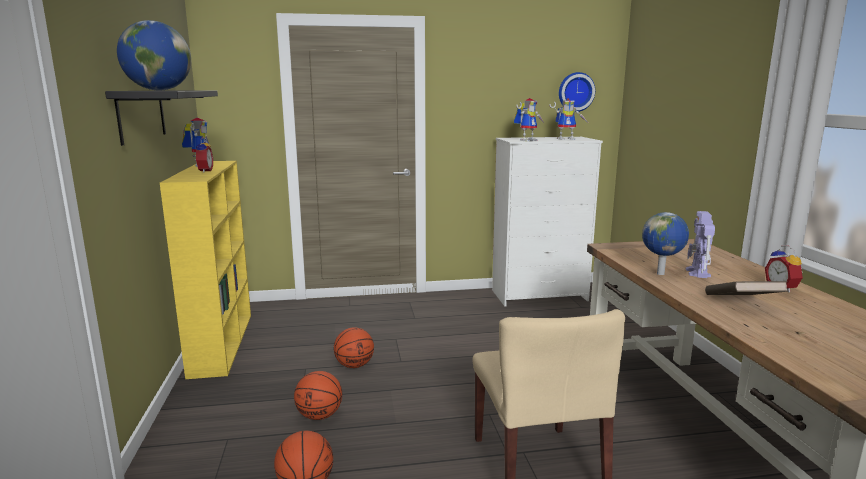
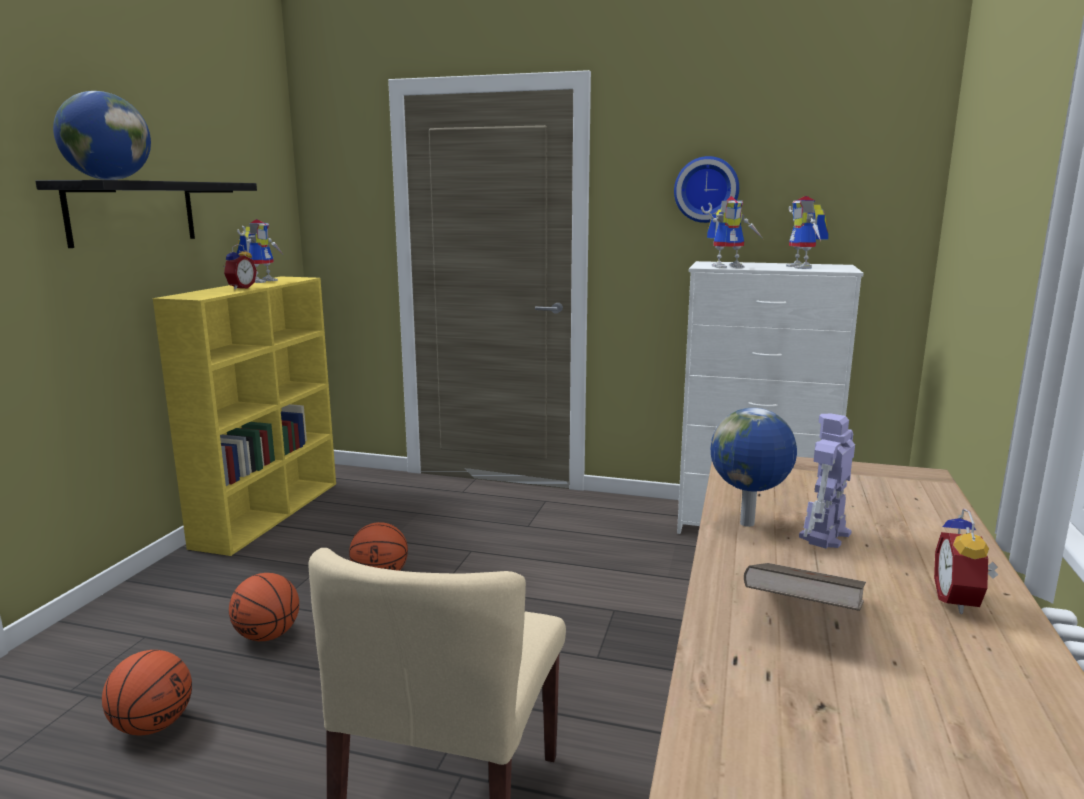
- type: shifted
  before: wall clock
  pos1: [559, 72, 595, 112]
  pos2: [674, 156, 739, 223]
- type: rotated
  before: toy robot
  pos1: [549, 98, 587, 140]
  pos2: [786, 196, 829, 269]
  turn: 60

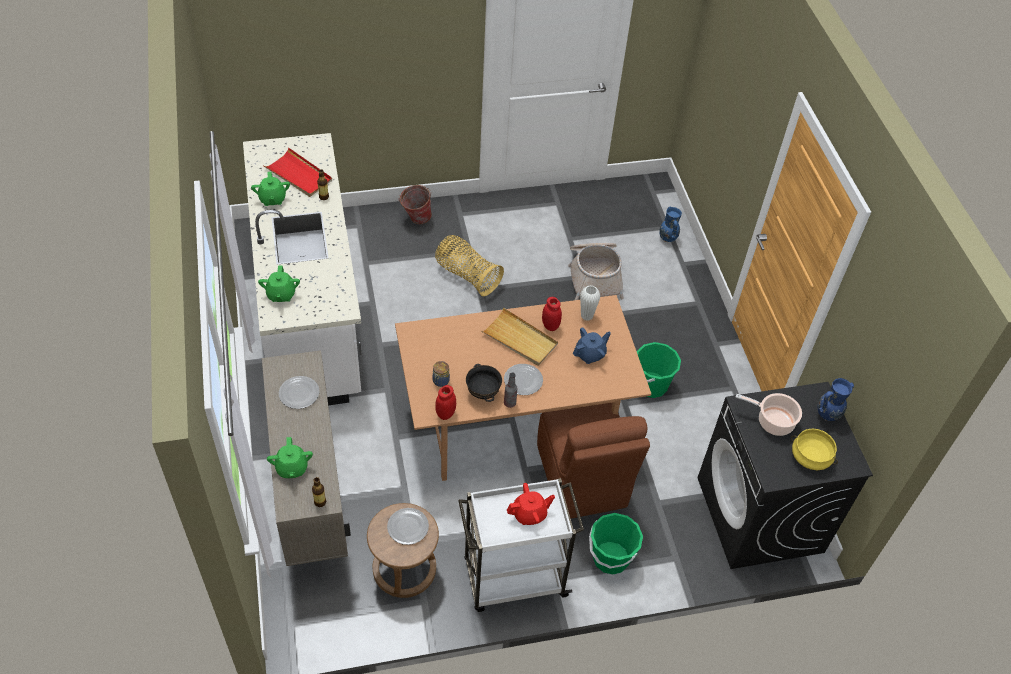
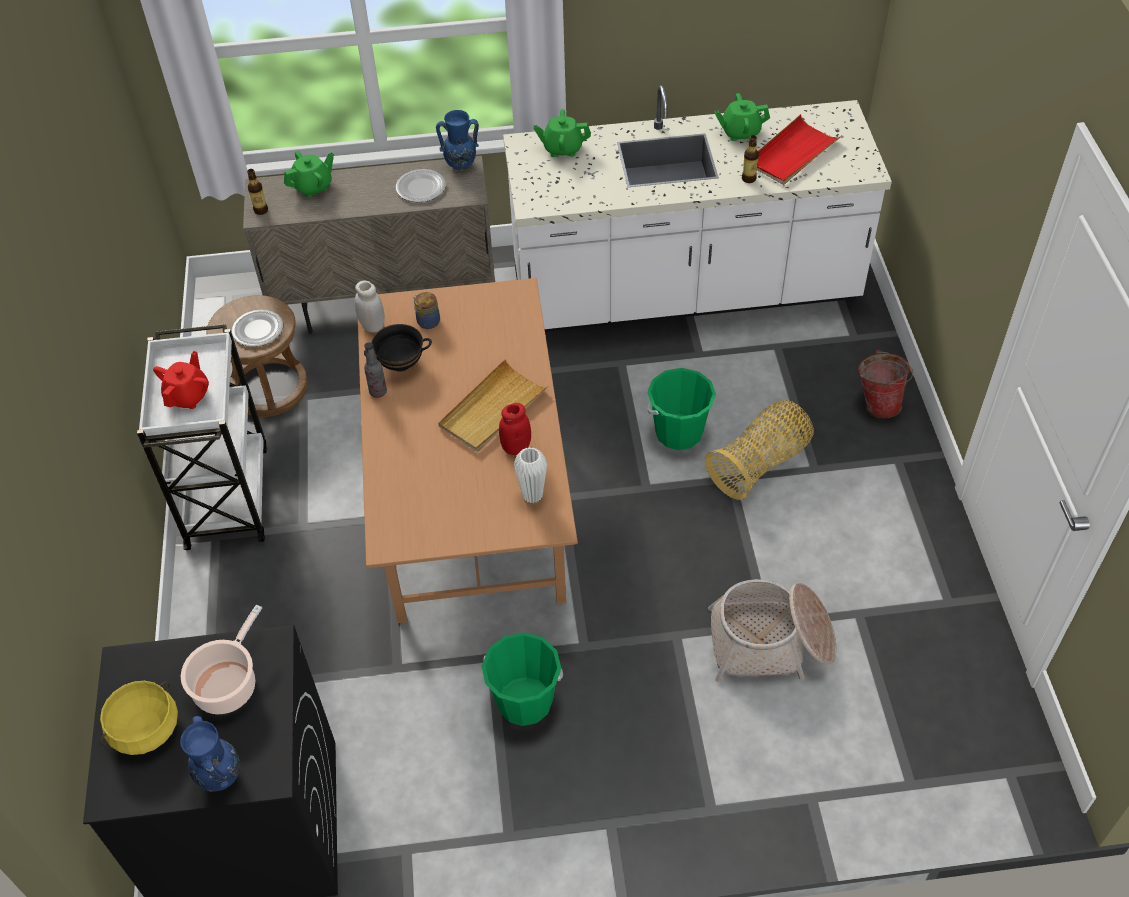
- type: shifted
  before: vase (blue)
  pos1: [659, 207, 682, 242]
  pos2: [436, 110, 479, 171]
- type: gone
  before: teapot (blue)
  pos1: [573, 327, 611, 364]
- type: gone
  before: plate
  pos1: [504, 364, 543, 395]
- type: repainted
  before: jar (red)
  after: jar (white)
  pos1: [435, 385, 456, 420]
  pos2: [354, 281, 385, 332]
- type: gone
  before: chair (brown)
  pos1: [537, 403, 650, 519]
- type: rotated
  before: teapot (green)
  pos1: [267, 437, 313, 478]
  pos2: [284, 151, 334, 197]
  turn: 150
- type: rotated
  before: teapot (red)
  pos1: [507, 483, 555, 525]
  pos2: [153, 351, 209, 409]
  turn: -150
- type: shifted
  before: bucket (green)
  pos1: [589, 513, 643, 575]
  pos2: [647, 368, 716, 450]

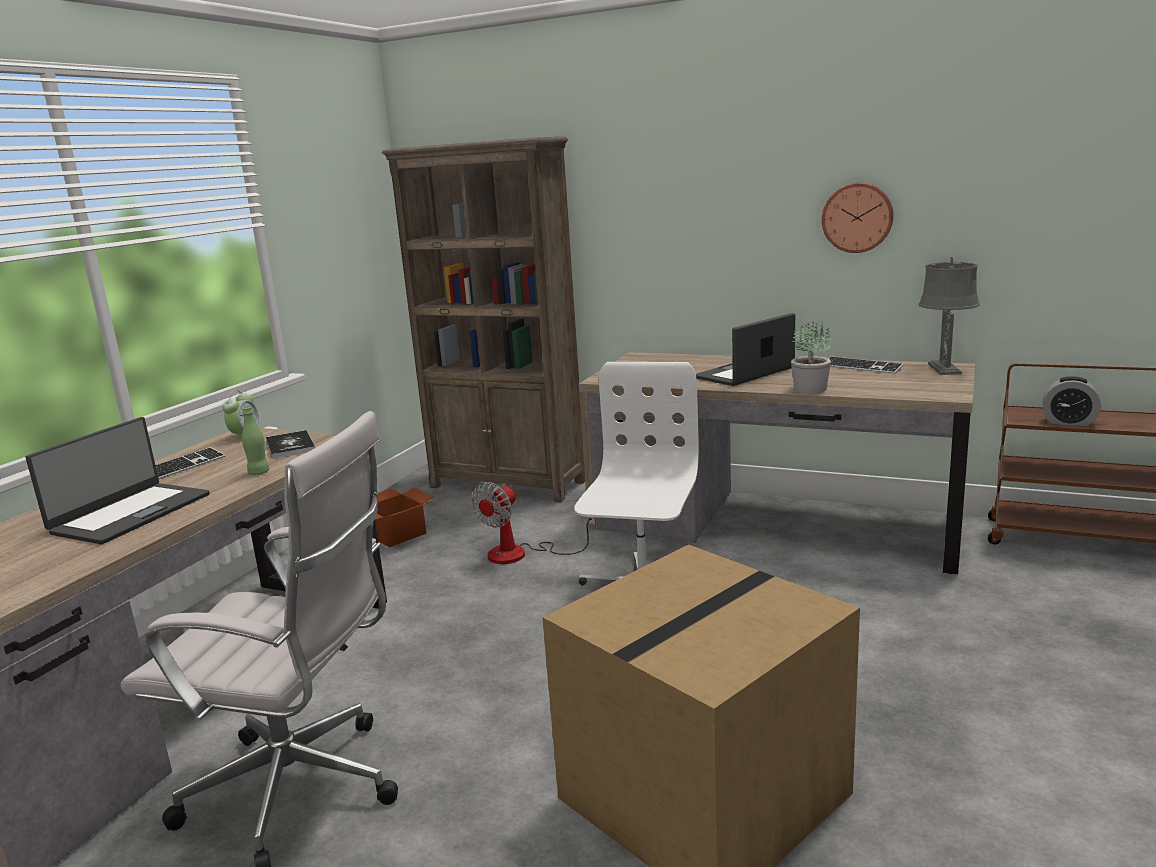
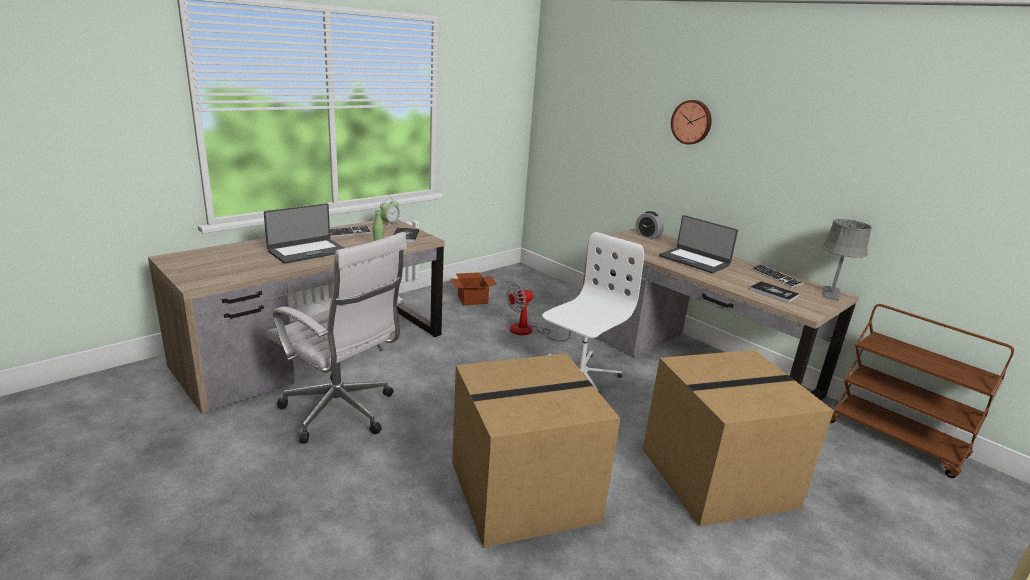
- type: gone
  before: bookcase (brown)
  pos1: [382, 137, 585, 502]
- type: shifted
  before: wall clock
  pos1: [822, 183, 894, 253]
  pos2: [671, 100, 712, 144]
- type: rotated
  before: laptop
  pos1: [696, 313, 795, 386]
  pos2: [659, 215, 738, 273]
  turn: -120
- type: gone
  before: potted plant
  pos1: [791, 322, 831, 394]
- type: shifted
  before: alarm clock
  pos1: [1042, 376, 1101, 426]
  pos2: [636, 211, 664, 239]
- type: new
  after: book
  pos2: [749, 281, 799, 303]
- type: new
  after: cardboard box
  pos2: [642, 350, 834, 527]

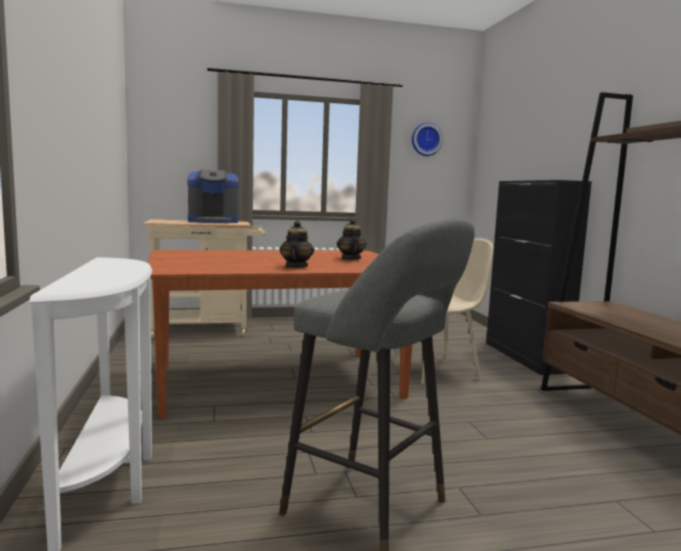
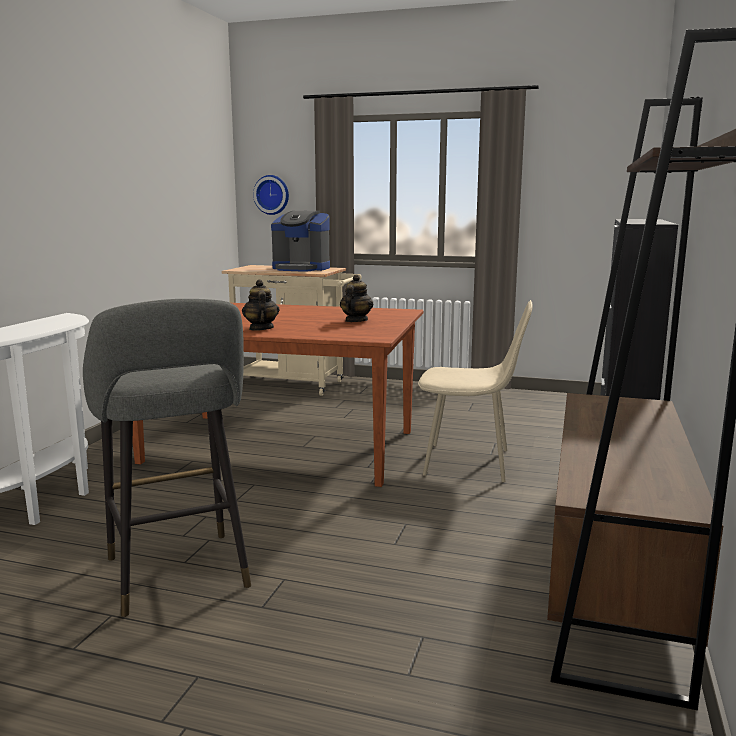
- type: shifted
  before: wall clock
  pos1: [412, 123, 443, 156]
  pos2: [253, 175, 289, 215]
- type: rotated
  before: teapot
  pos1: [280, 220, 314, 268]
  pos2: [242, 279, 280, 331]
  turn: -45

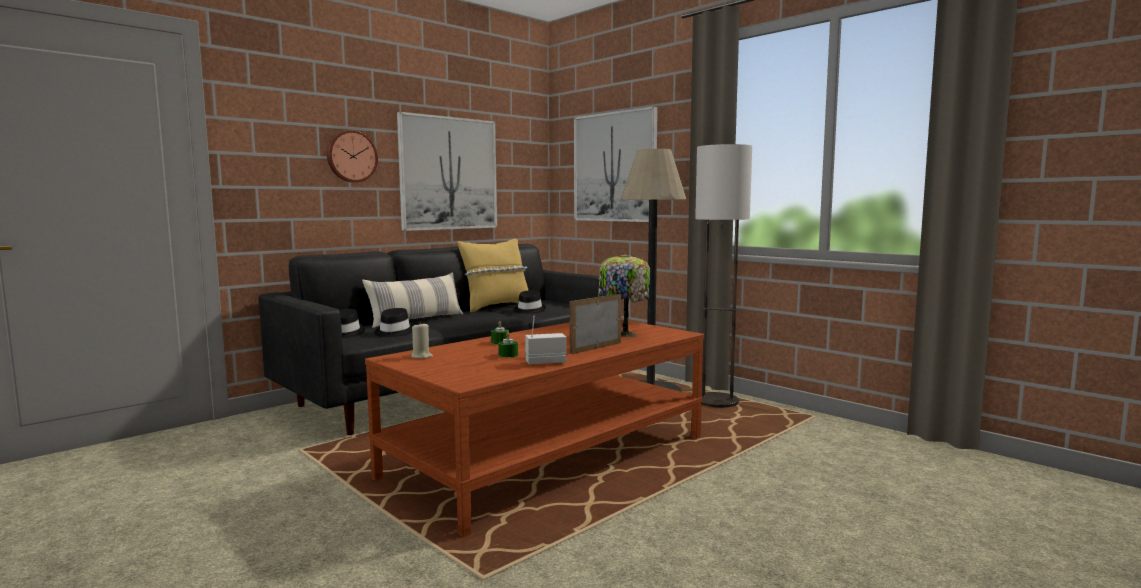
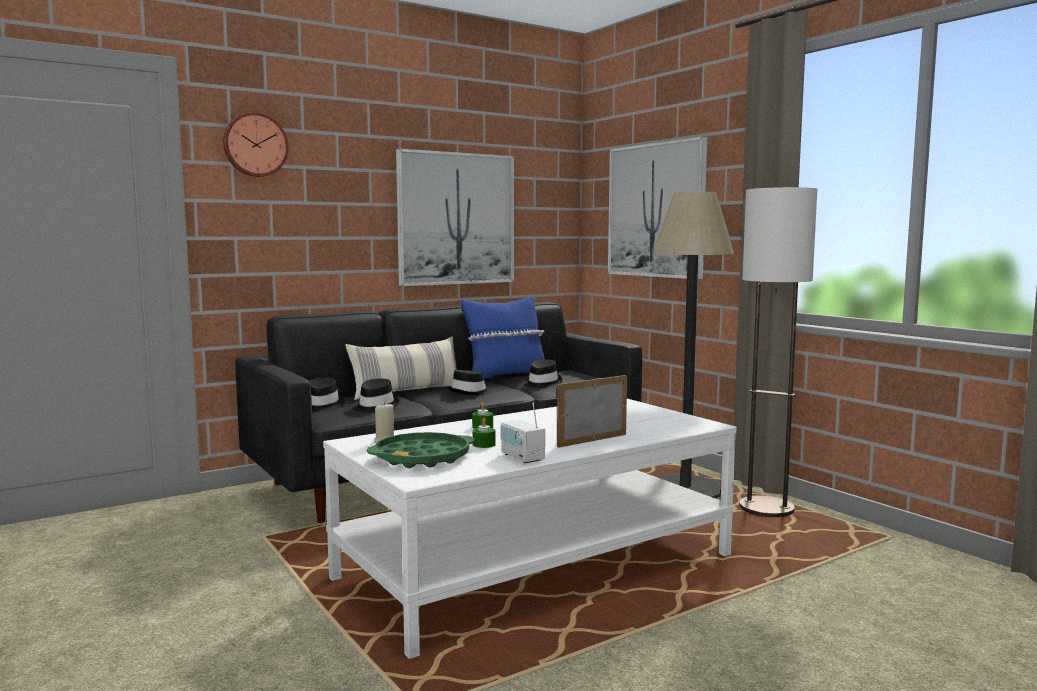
- type: shifted
  before: wall clock
  pos1: [327, 130, 378, 182]
  pos2: [223, 112, 289, 177]
- type: repainted
  before: pillow (yellow)
  after: pillow (blue)
  pos1: [458, 239, 528, 312]
  pos2: [461, 297, 545, 380]
- type: gone
  before: table lamp
  pos1: [598, 254, 650, 337]
- type: rotated
  before: radio
  pos1: [525, 315, 567, 366]
  pos2: [501, 402, 545, 463]
  turn: -120
- type: repainted
  before: coffee table (brown)
  after: coffee table (white)
  pos1: [365, 320, 704, 537]
  pos2: [323, 399, 737, 659]
- type: new
  after: hat (black)
  pos2: [448, 370, 492, 395]
- type: new
  after: tray (green)
  pos2: [366, 432, 475, 468]

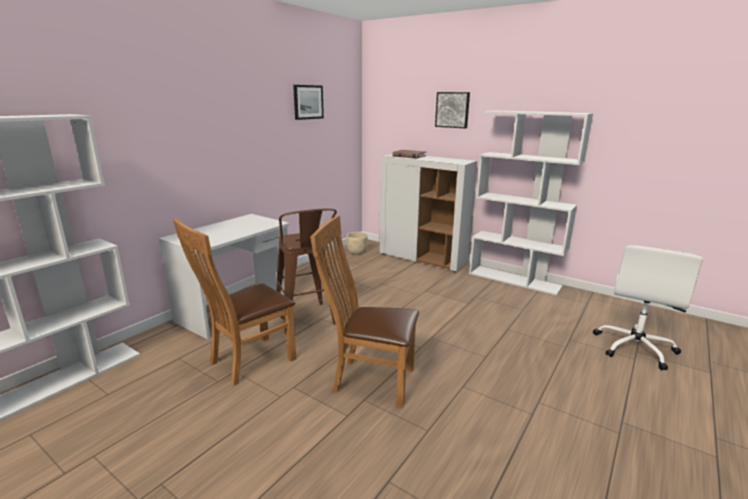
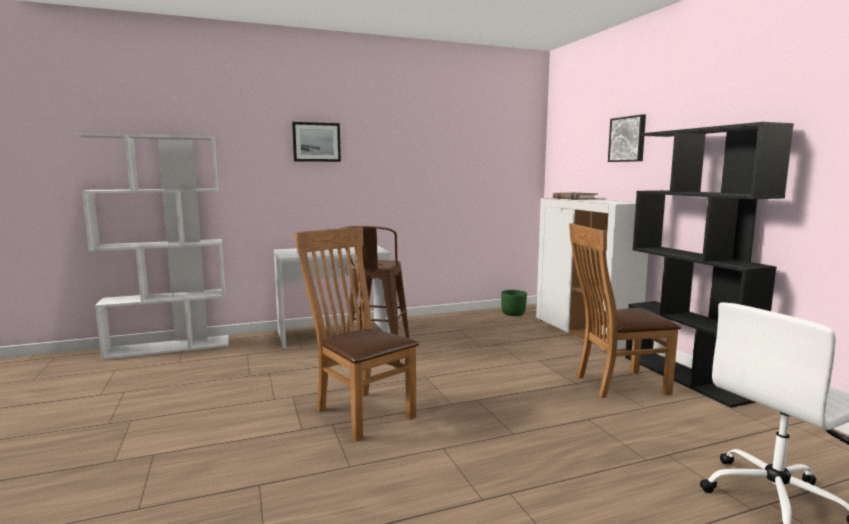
- type: shifted
  before: picture
  pos1: [293, 85, 324, 120]
  pos2: [292, 122, 341, 162]
- type: repainted
  before: bookcase (white)
  after: bookcase (black)
  pos1: [469, 110, 593, 296]
  pos2: [625, 122, 794, 408]
- type: shifted
  before: chair (brown)
  pos1: [173, 219, 296, 386]
  pos2: [569, 223, 681, 398]
- type: repainted
  before: planter (beige)
  after: planter (green)
  pos1: [347, 232, 368, 255]
  pos2: [501, 290, 527, 316]

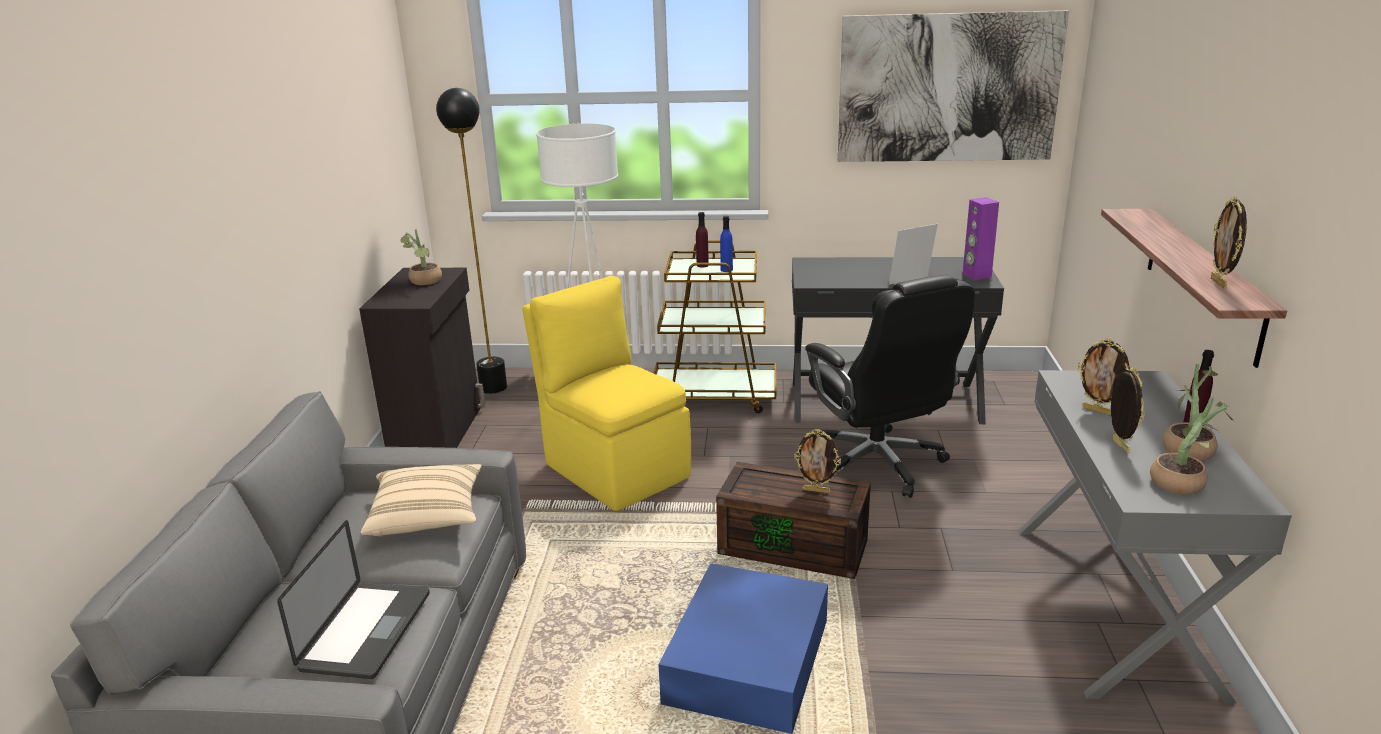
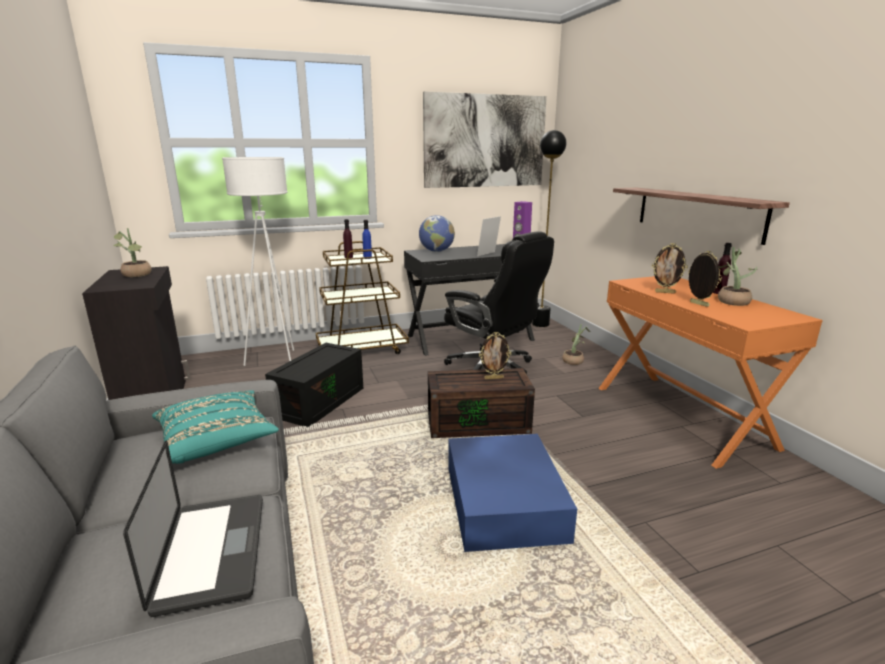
- type: shifted
  before: floor lamp (black)
  pos1: [436, 88, 507, 394]
  pos2: [532, 130, 566, 327]
- type: gone
  before: picture frame
  pos1: [1211, 196, 1247, 288]
- type: swapped
  before: chair (yellow)
  after: storage box (black)
  pos1: [522, 276, 691, 511]
  pos2: [265, 343, 363, 427]
- type: repainted
  before: desk (grey)
  after: desk (orange)
  pos1: [1018, 370, 1292, 704]
  pos2: [598, 276, 823, 469]
- type: shifted
  before: potted plant
  pos1: [1150, 397, 1234, 495]
  pos2: [562, 324, 591, 365]
- type: repainted
  before: pillow (beige)
  after: pillow (turquoise)
  pos1: [360, 464, 482, 536]
  pos2: [152, 390, 279, 464]
- type: new
  after: globe
  pos2: [419, 215, 455, 252]

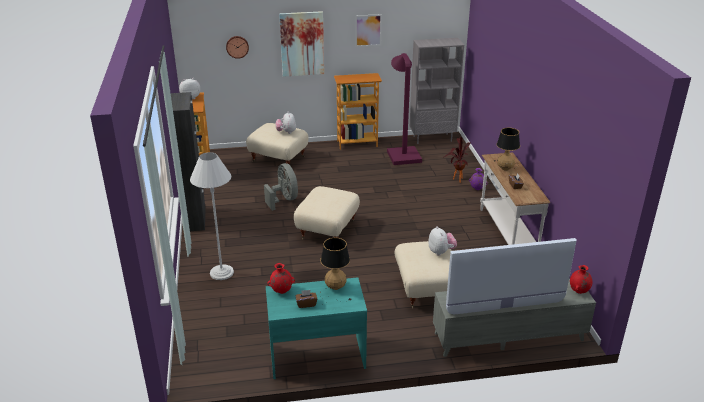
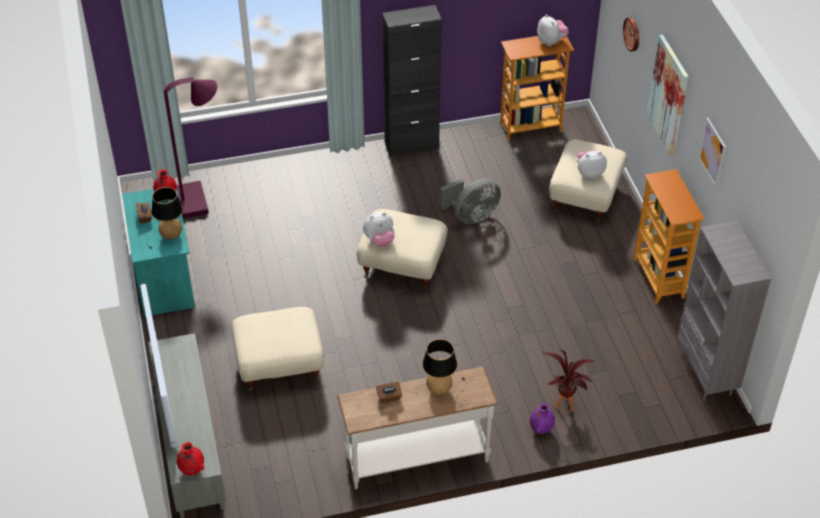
- type: shifted
  before: floor lamp (purple)
  pos1: [387, 53, 422, 165]
  pos2: [164, 77, 217, 219]
- type: gone
  before: floor lamp (white)
  pos1: [190, 152, 234, 280]
- type: shifted
  before: plush toy
  pos1: [429, 226, 457, 256]
  pos2: [363, 212, 395, 247]

